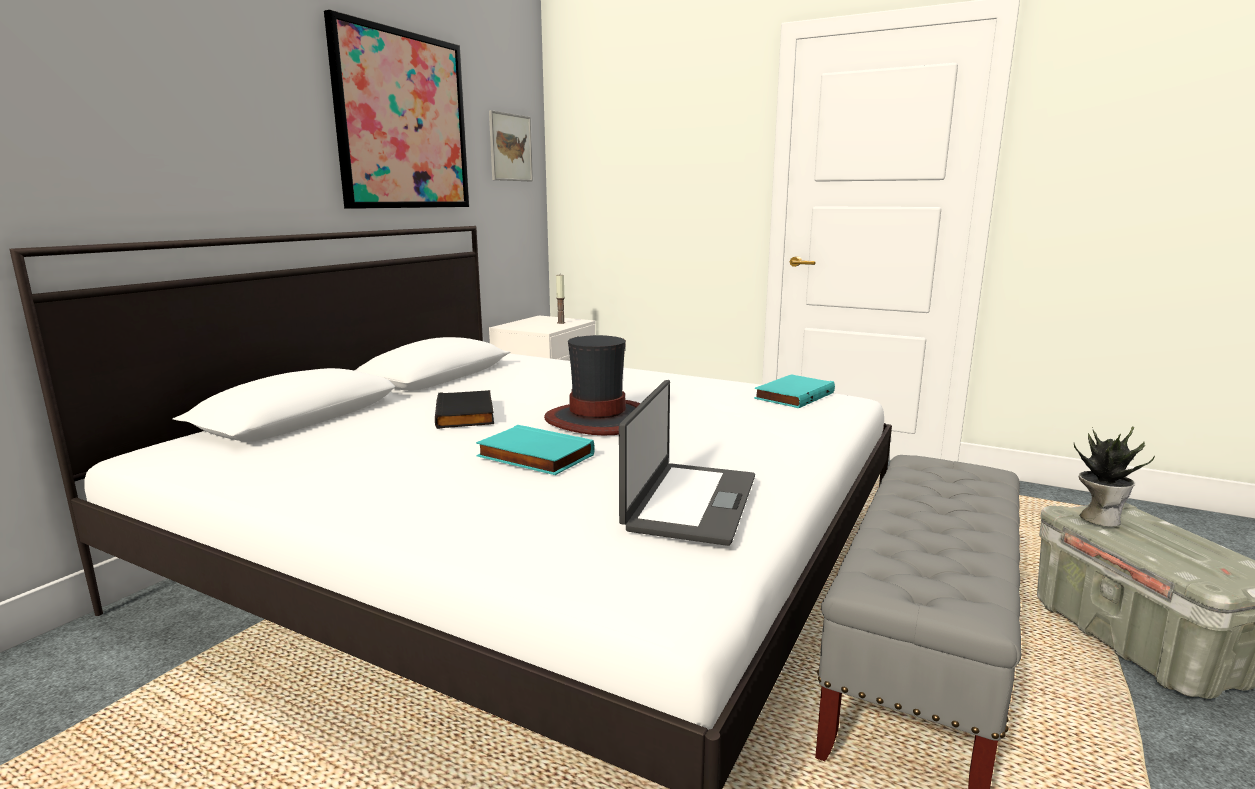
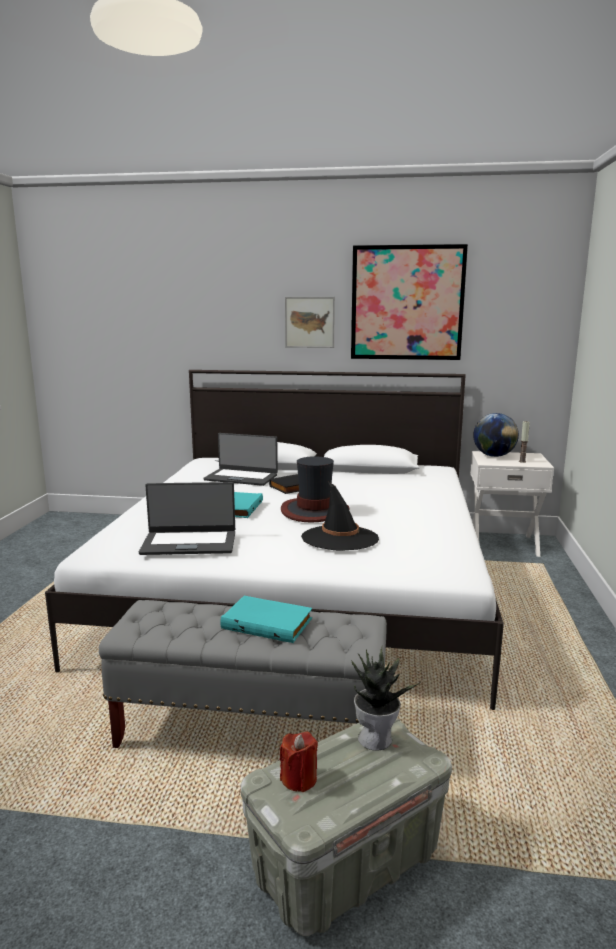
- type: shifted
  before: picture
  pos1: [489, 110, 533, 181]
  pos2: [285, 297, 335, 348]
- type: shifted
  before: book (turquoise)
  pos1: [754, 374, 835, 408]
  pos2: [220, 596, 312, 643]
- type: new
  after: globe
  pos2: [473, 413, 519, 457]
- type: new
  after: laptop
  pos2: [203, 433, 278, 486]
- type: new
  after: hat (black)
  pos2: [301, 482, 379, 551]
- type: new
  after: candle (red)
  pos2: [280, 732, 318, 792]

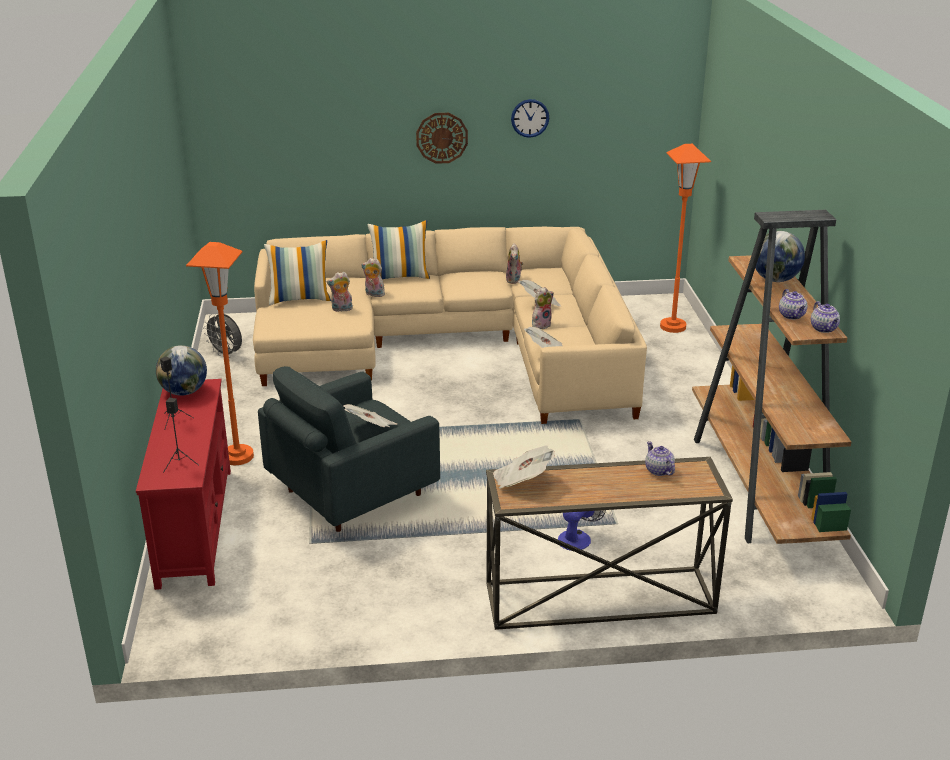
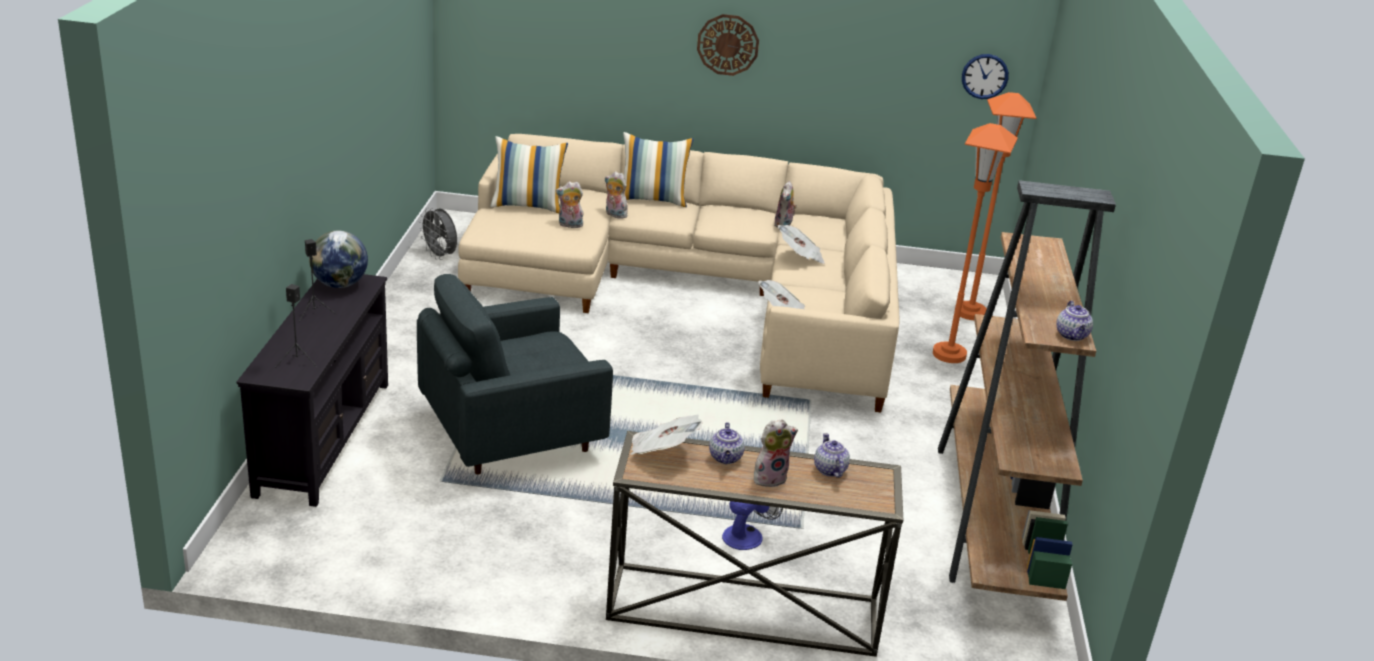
- type: shifted
  before: wall clock
  pos1: [511, 99, 549, 138]
  pos2: [962, 54, 1009, 99]
- type: gone
  before: globe
  pos1: [755, 231, 805, 282]
- type: shifted
  before: floor lamp (orange)
  pos1: [186, 242, 254, 465]
  pos2: [933, 123, 1018, 363]
- type: shifted
  before: plush toy
  pos1: [532, 287, 554, 329]
  pos2: [754, 419, 798, 487]
- type: shifted
  before: teapot
  pos1: [779, 289, 807, 320]
  pos2: [709, 422, 745, 464]
- type: repainted
  before: tv stand (red)
  after: tv stand (black)
  pos1: [136, 379, 231, 590]
  pos2: [237, 274, 388, 507]
- type: gone
  before: newspaper
  pos1: [343, 404, 397, 427]

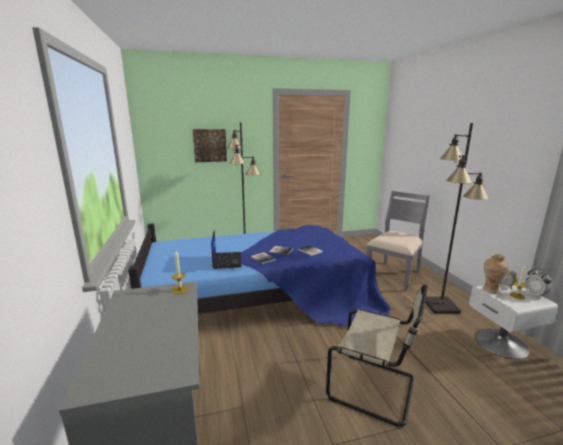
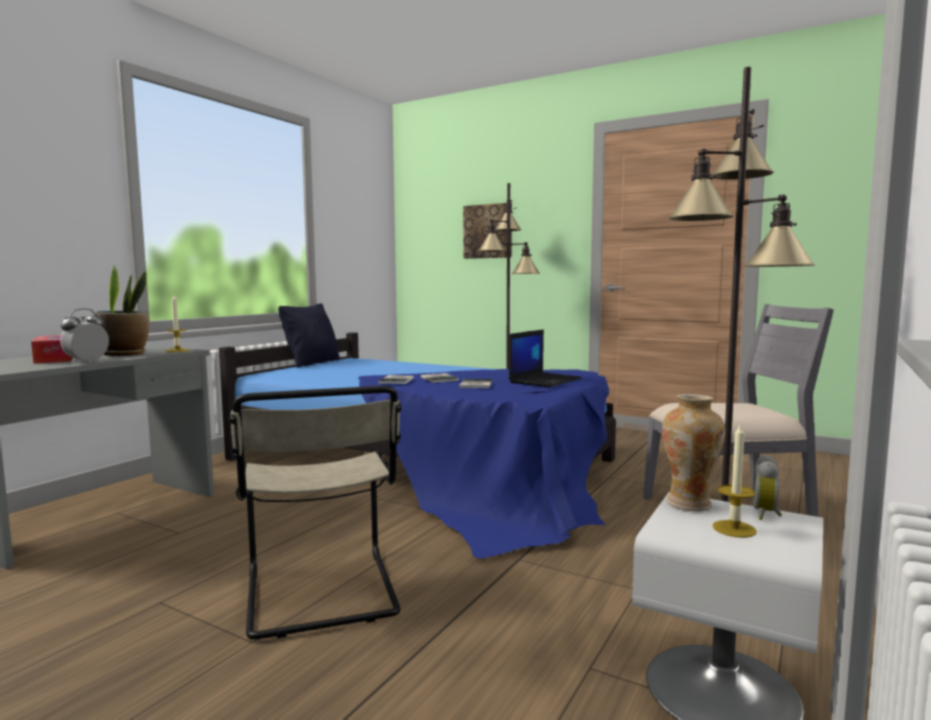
- type: shifted
  before: laptop
  pos1: [211, 230, 241, 269]
  pos2: [509, 329, 582, 387]
- type: shifted
  before: alarm clock
  pos1: [524, 268, 552, 298]
  pos2: [60, 308, 109, 363]
- type: new
  after: potted plant
  pos2: [95, 266, 149, 356]
- type: new
  after: pillow (black)
  pos2: [278, 303, 340, 368]
- type: new
  after: tissue box
  pos2: [31, 336, 72, 364]

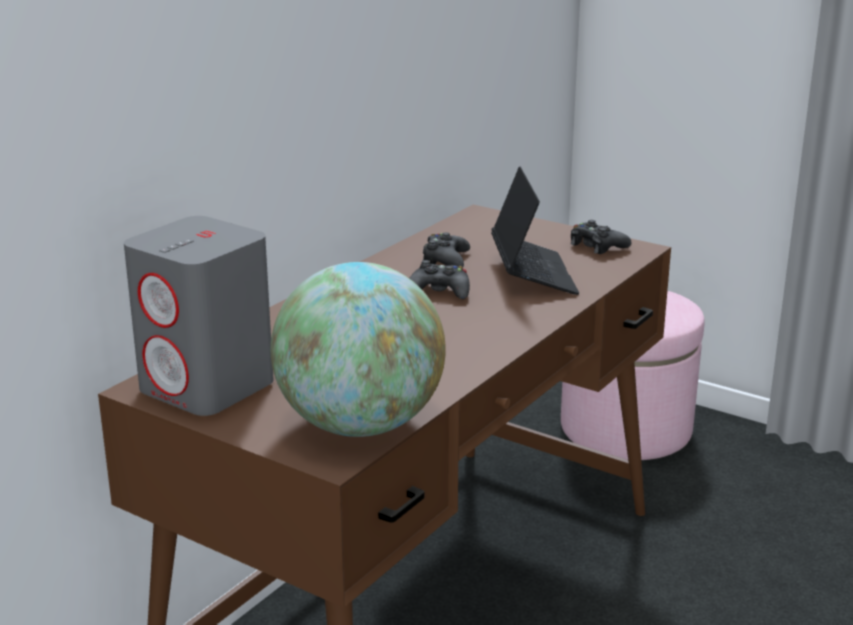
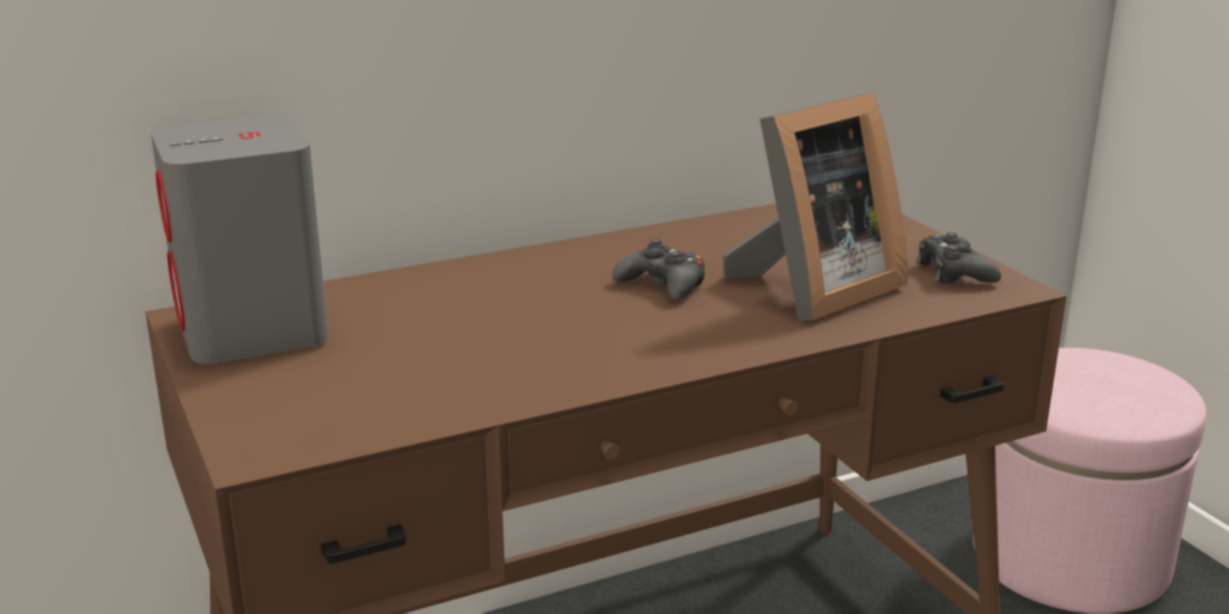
- type: swapped
  before: laptop
  after: picture frame
  pos1: [491, 166, 579, 295]
  pos2: [723, 92, 908, 320]
- type: gone
  before: game controller (black)
  pos1: [423, 232, 470, 267]
- type: gone
  before: globe
  pos1: [271, 262, 446, 437]

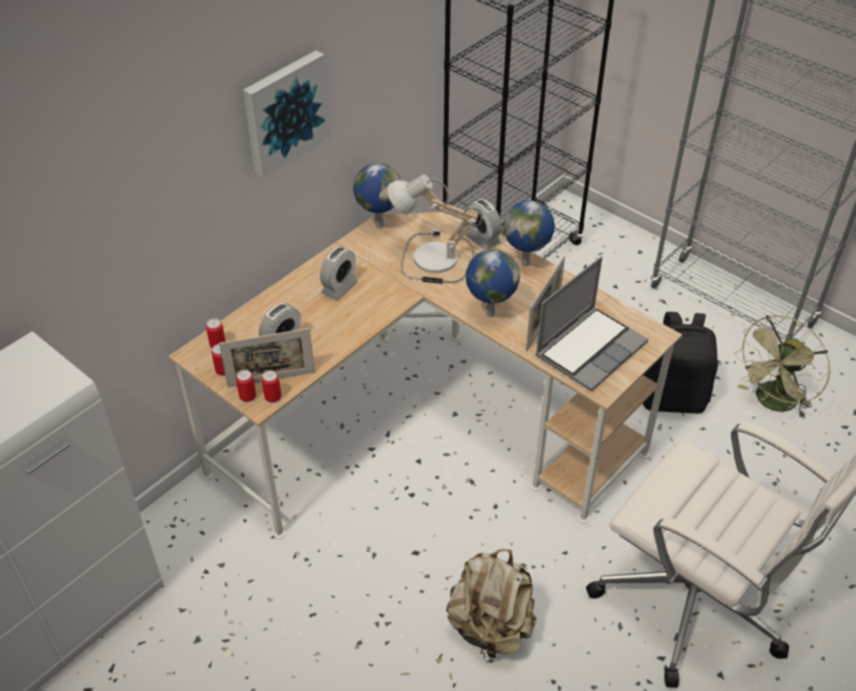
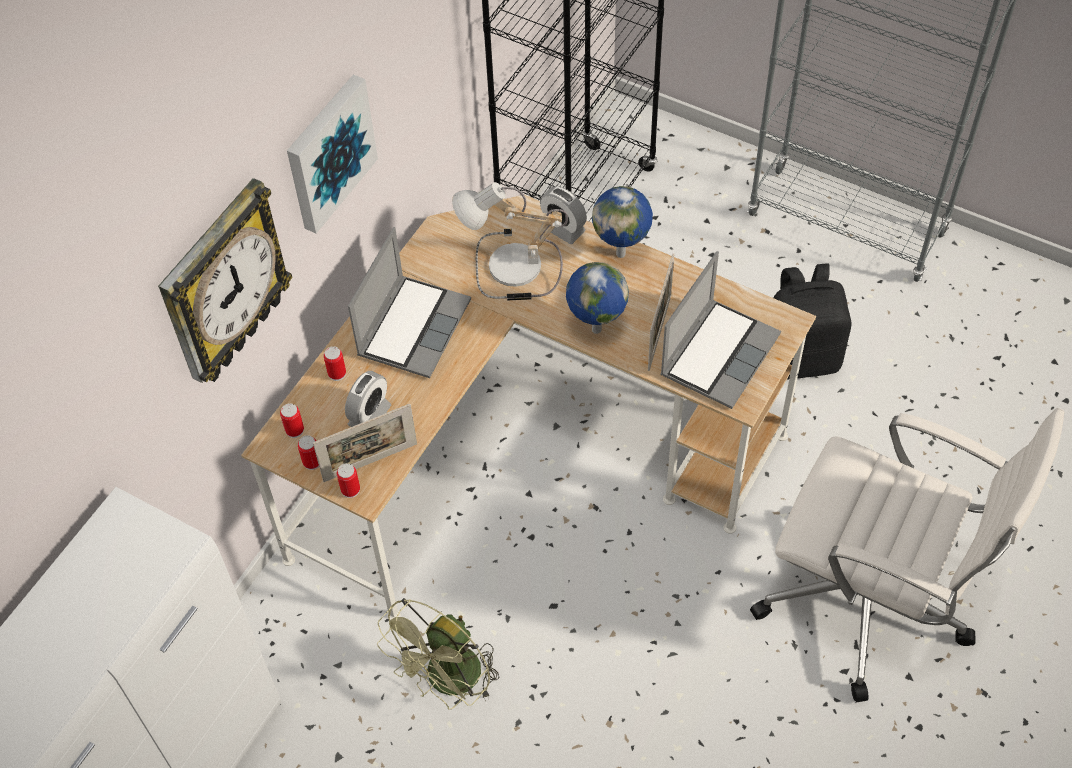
- type: gone
  before: globe
  pos1: [353, 163, 401, 228]
- type: swapped
  before: alarm clock
  after: laptop
  pos1: [320, 246, 358, 300]
  pos2: [348, 227, 471, 378]
- type: shifted
  before: fan (green)
  pos1: [734, 315, 831, 419]
  pos2: [377, 598, 499, 710]
- type: shifted
  before: can
  pos1: [261, 370, 282, 404]
  pos2: [324, 346, 346, 381]
- type: gone
  before: backpack (beige)
  pos1: [446, 549, 537, 660]
- type: new
  after: wall clock
  pos2: [158, 178, 292, 383]

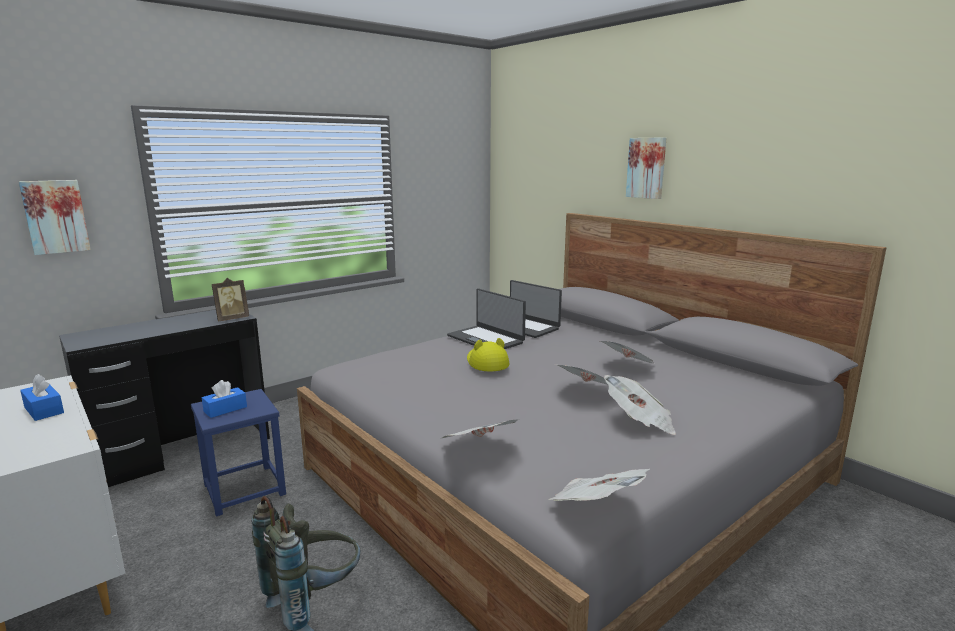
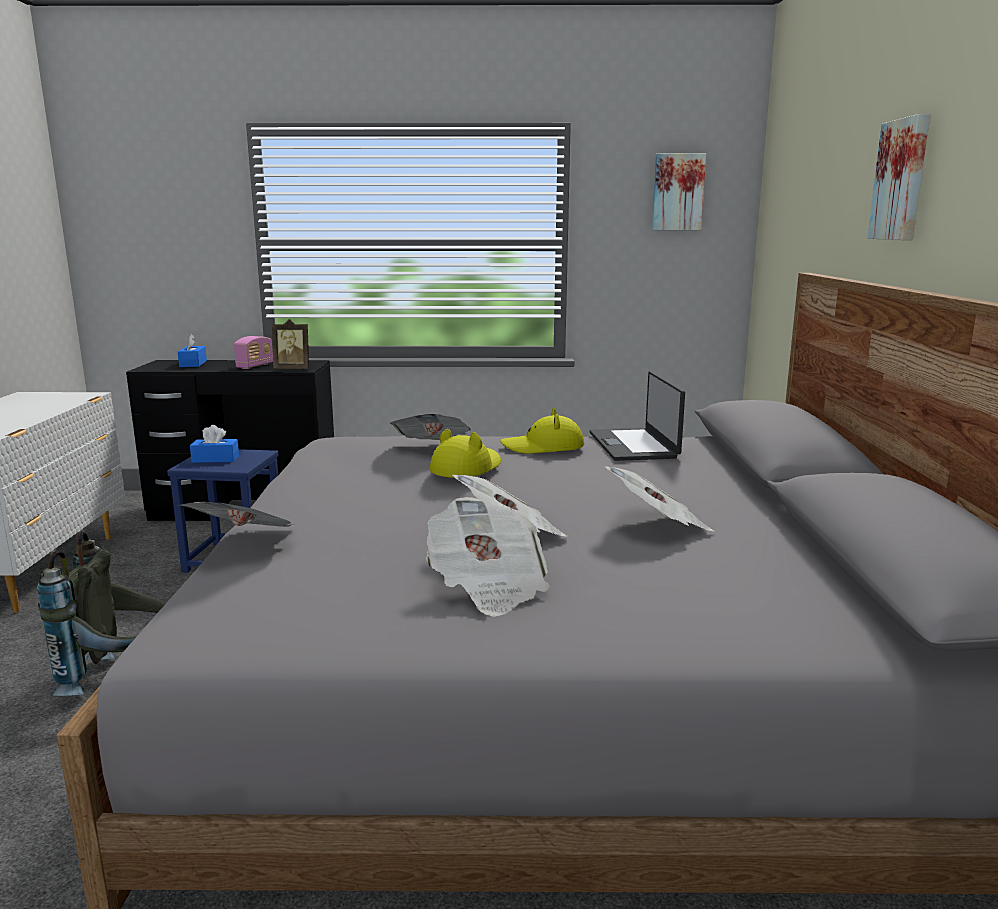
- type: shifted
  before: picture
  pos1: [19, 180, 91, 255]
  pos2: [652, 153, 706, 230]
- type: swapped
  before: laptop
  after: hat (yellow)
  pos1: [447, 288, 526, 349]
  pos2: [500, 408, 584, 454]
- type: shifted
  before: tissue box (blue)
  pos1: [20, 374, 64, 421]
  pos2: [178, 334, 207, 367]
- type: shifted
  before: newspaper
  pos1: [549, 469, 650, 501]
  pos2: [390, 414, 471, 440]
- type: new
  after: radio
  pos2: [234, 336, 273, 369]

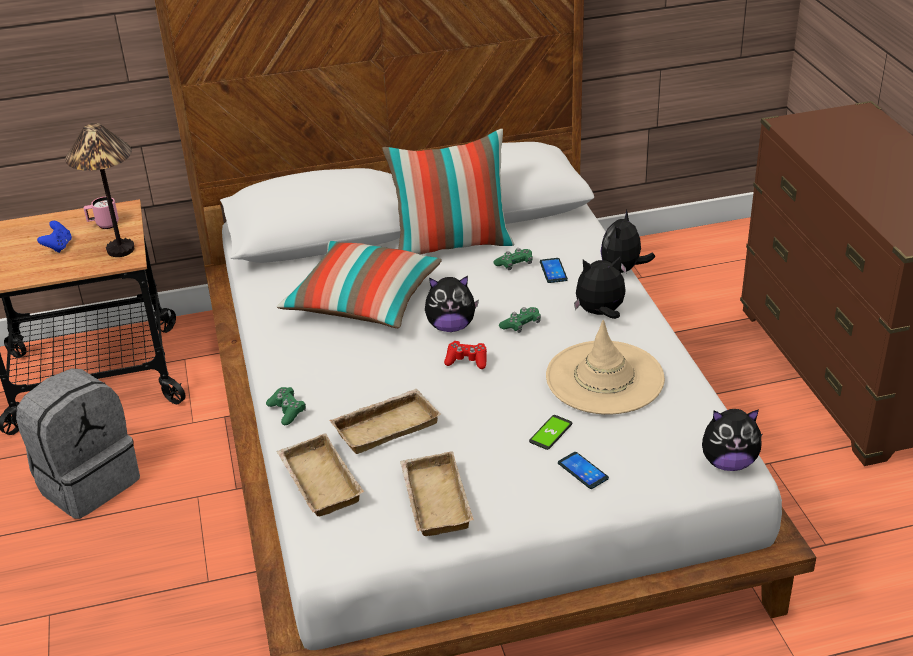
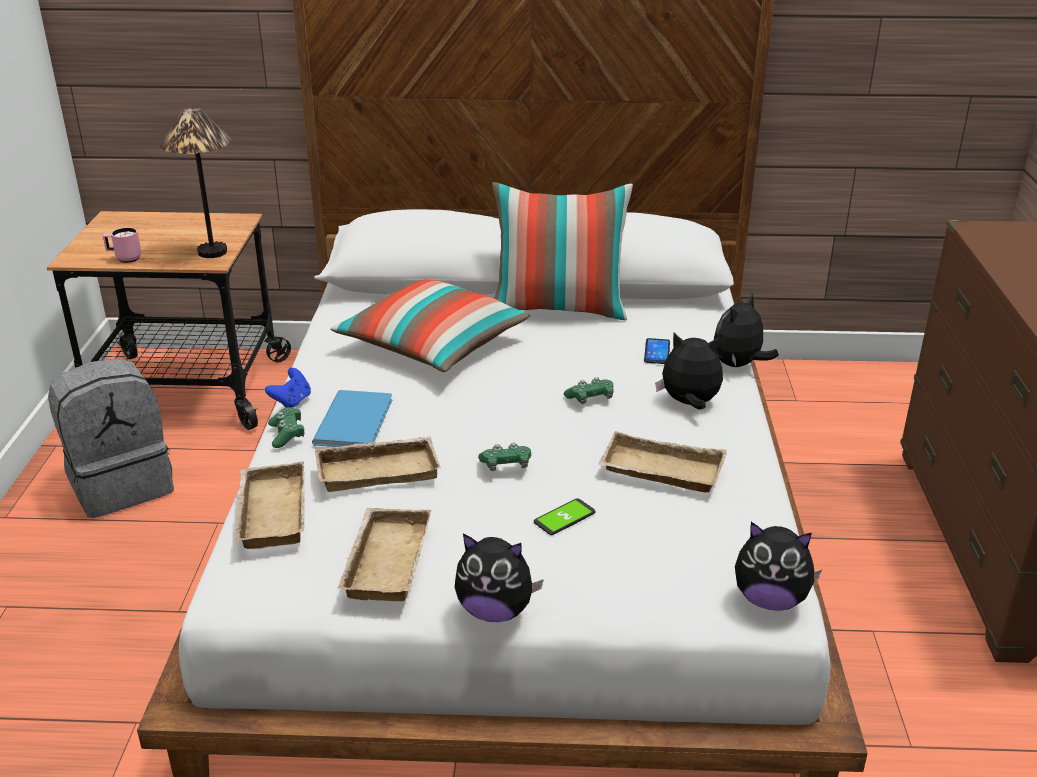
- type: shifted
  before: mug (pink)
  pos1: [84, 197, 119, 229]
  pos2: [103, 227, 141, 263]
- type: shifted
  before: game controller (blue)
  pos1: [37, 221, 72, 253]
  pos2: [265, 368, 311, 408]
- type: shifted
  before: game controller (green)
  pos1: [493, 248, 533, 270]
  pos2: [478, 442, 531, 471]
- type: shifted
  before: plush toy
  pos1: [425, 276, 479, 332]
  pos2: [455, 534, 544, 622]
- type: swapped
  before: hat (beige)
  after: tray (beige)
  pos1: [546, 320, 665, 415]
  pos2: [598, 431, 727, 493]
- type: gone
  before: game controller (red)
  pos1: [444, 341, 487, 369]
- type: gone
  before: phone
  pos1: [558, 452, 609, 489]
- type: new
  after: book (blue)
  pos2: [312, 390, 392, 447]

